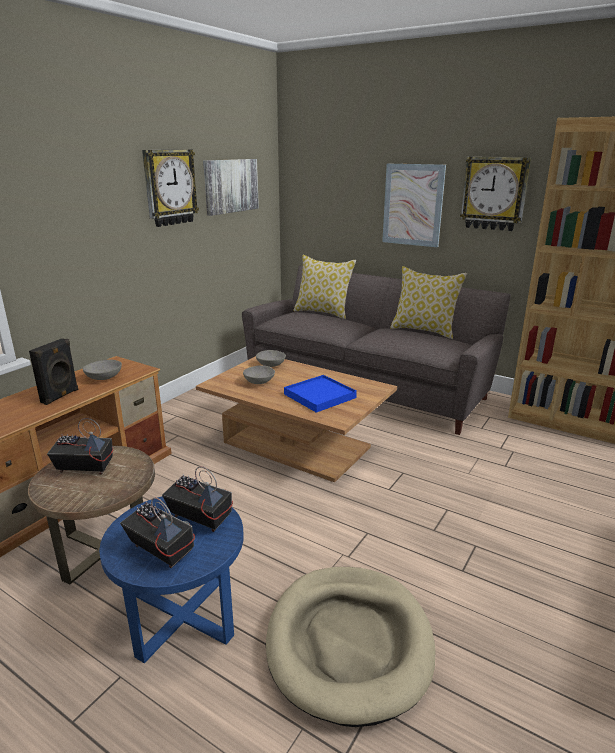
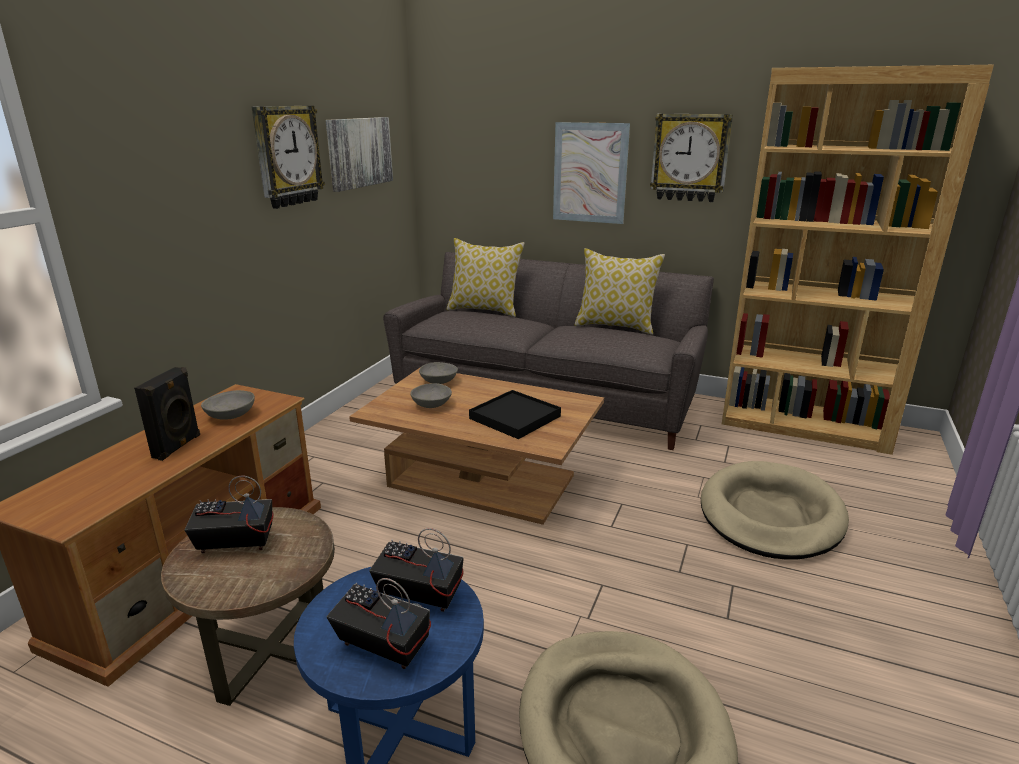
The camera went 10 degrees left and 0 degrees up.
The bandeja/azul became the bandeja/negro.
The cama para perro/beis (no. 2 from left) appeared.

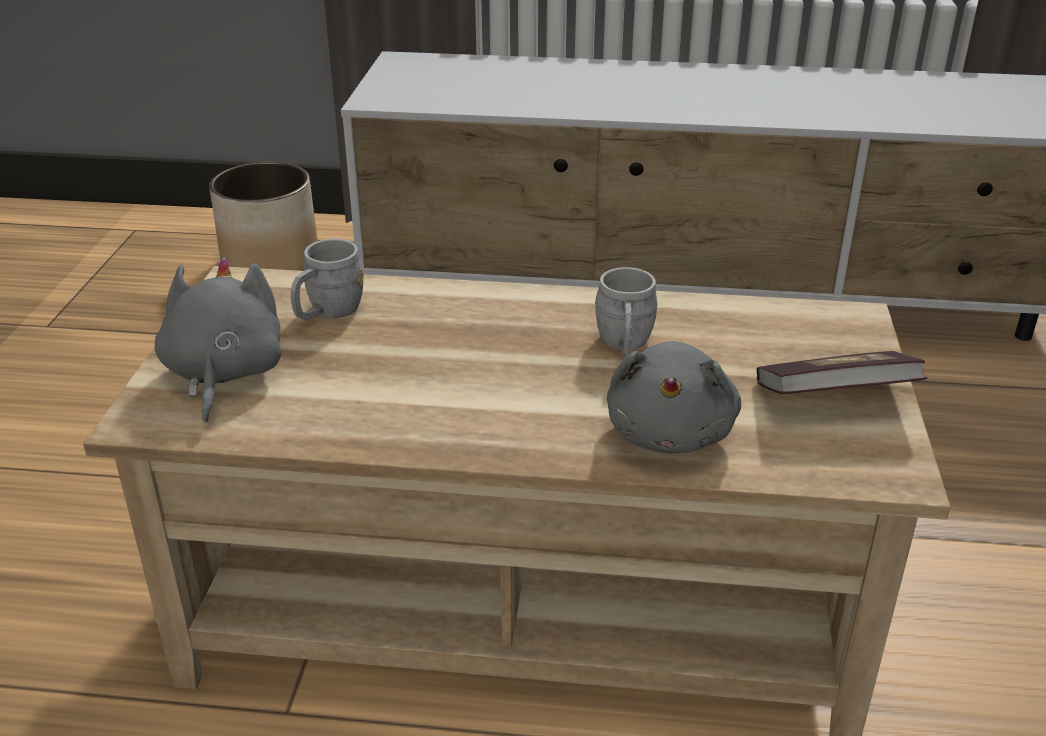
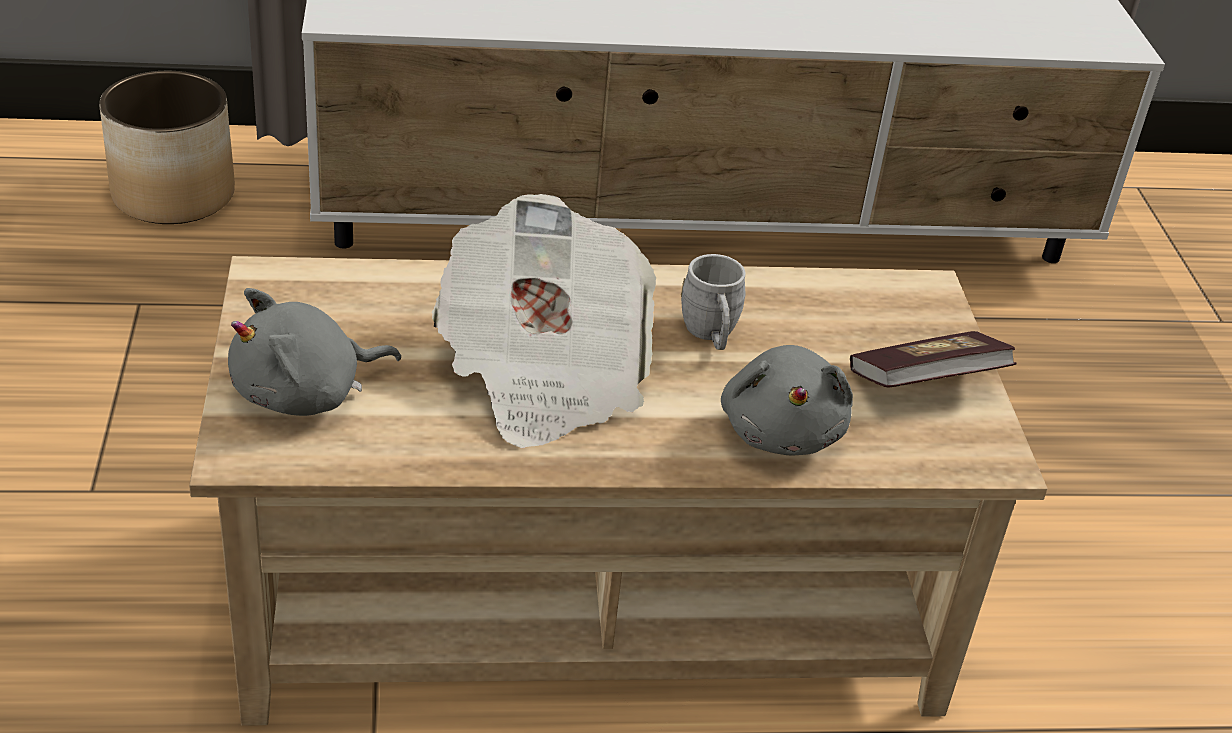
The camera went 15 degrees left and 5 degrees up.
The peluche/gris (no. 1 from left) turned 105 degrees counterclockwise.
The periódico appeared.
The taza grande/gris (no. 1 from left) disappeared.

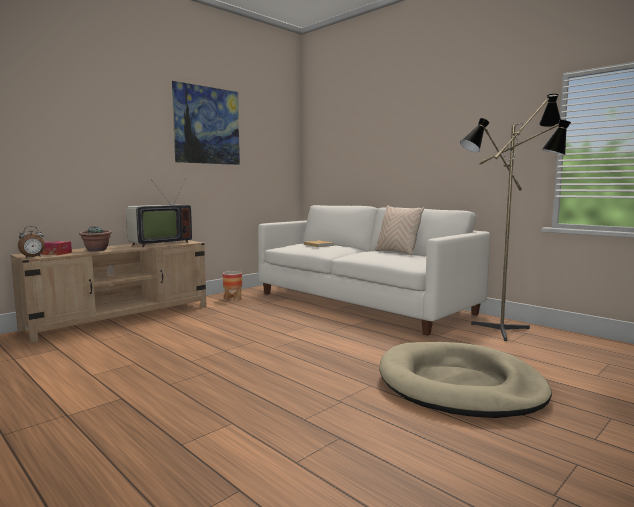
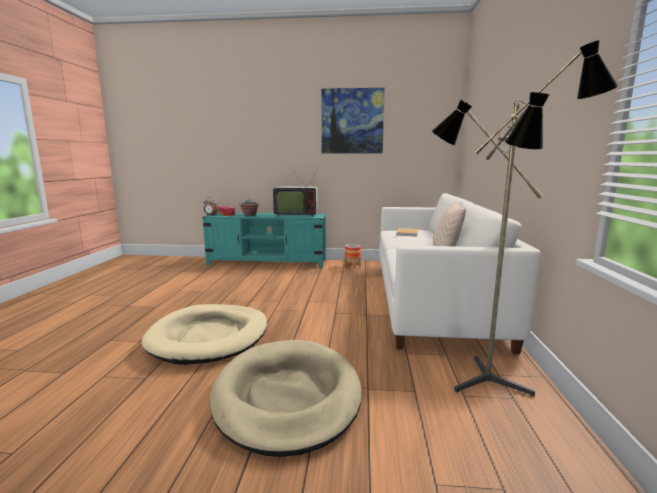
The camera went 50 degrees right and 5 degrees up.
The cama para perro/beis (no. 1 from left) appeared.
The mueble de televisión/beis became the mueble de televisión/turquesa.

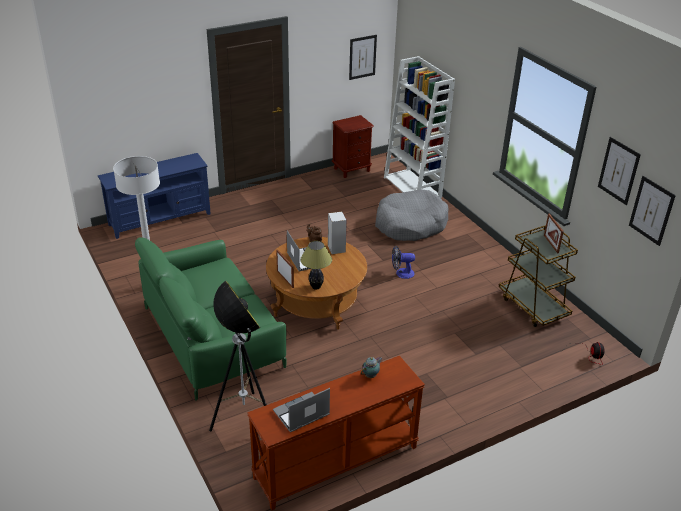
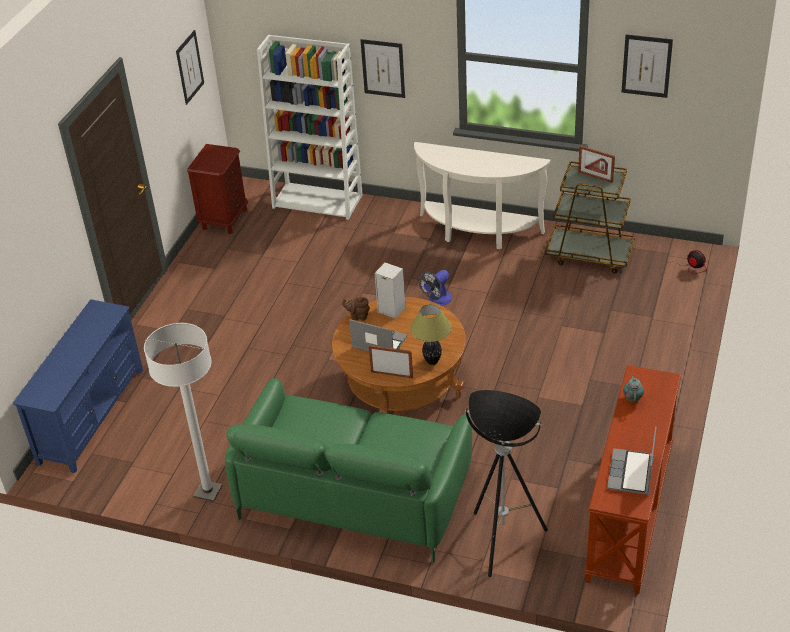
The camera went 40 degrees left and 5 degrees up.
The cuadro (no. 3 from left in the first image) moved.
The mesa consola/blanco appeared.
The cama para perro/gris disappeared.

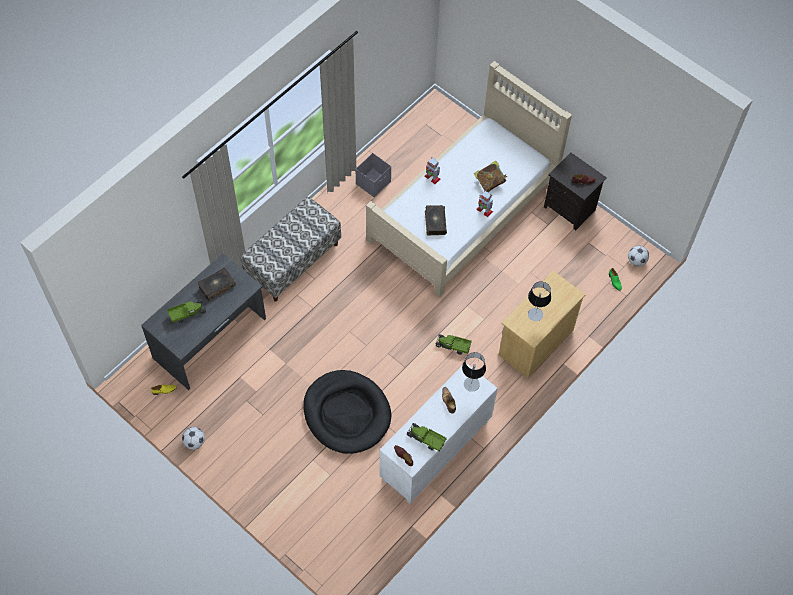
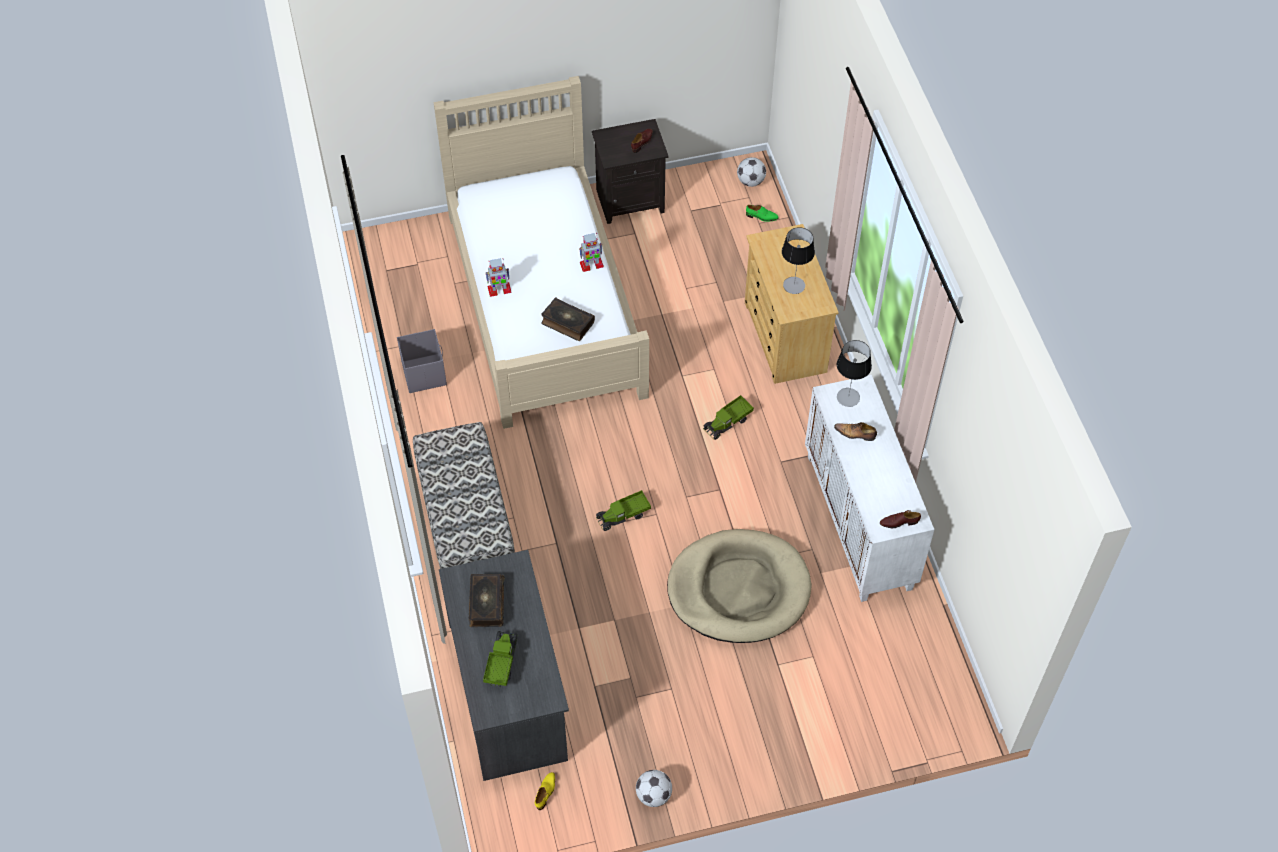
The camera went 55 degrees left and 5 degrees down.
The camión de juguete (no. 2 from left) moved.
The cama para perro/negro became the cama para perro/beis.
The libro (no. 3 from left) disappeared.

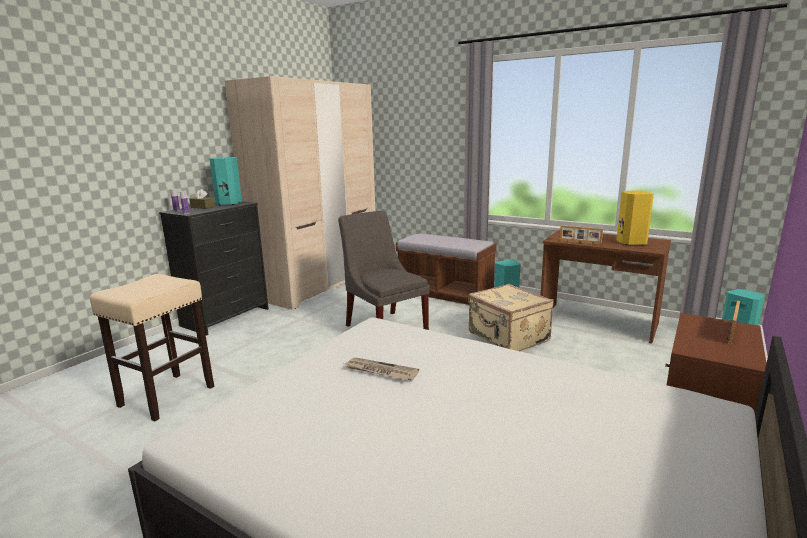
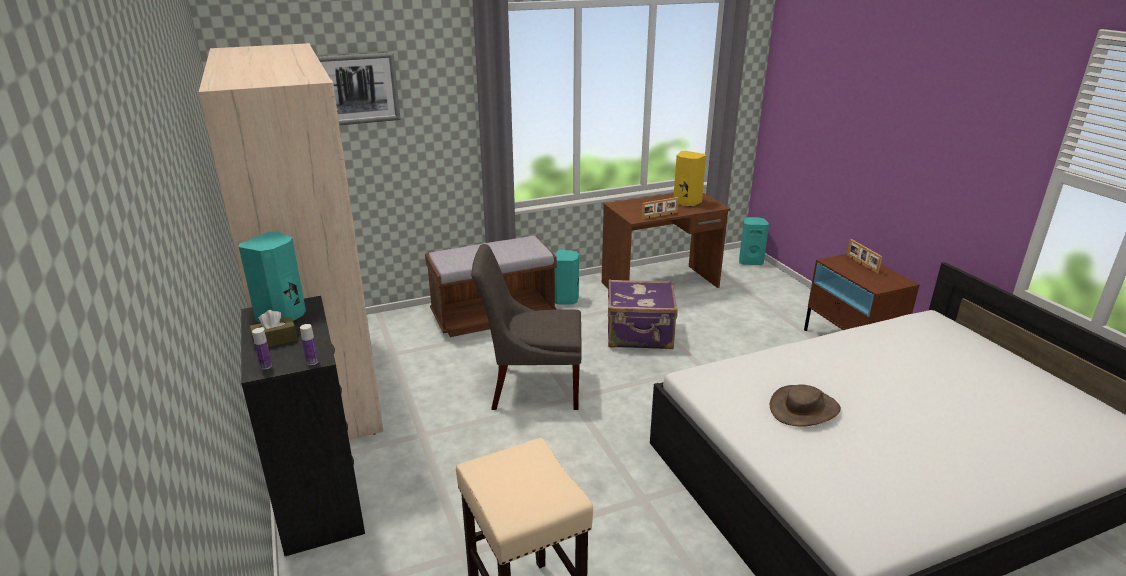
The camera went 55 degrees left and 10 degrees up.
The cuadro appeared.
The maleta/beis became the maleta/morado.
The periódico was replaced by the sombrero/marrón.

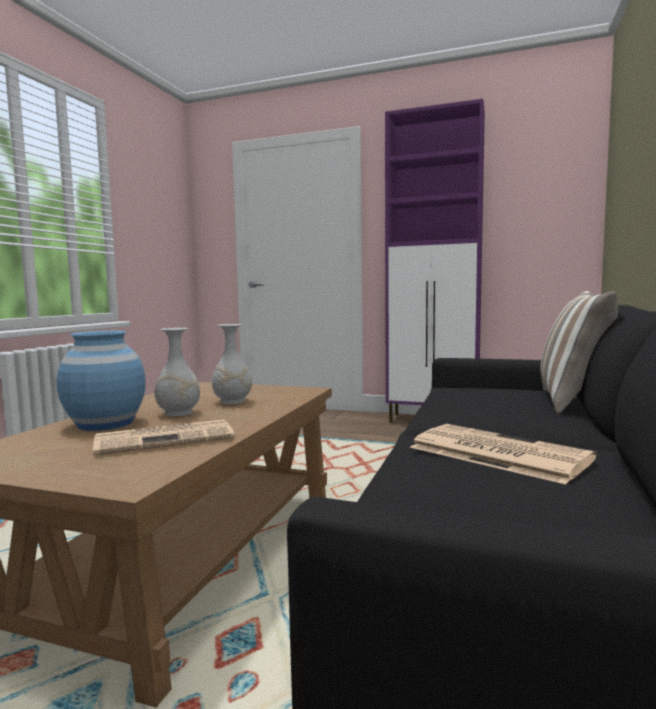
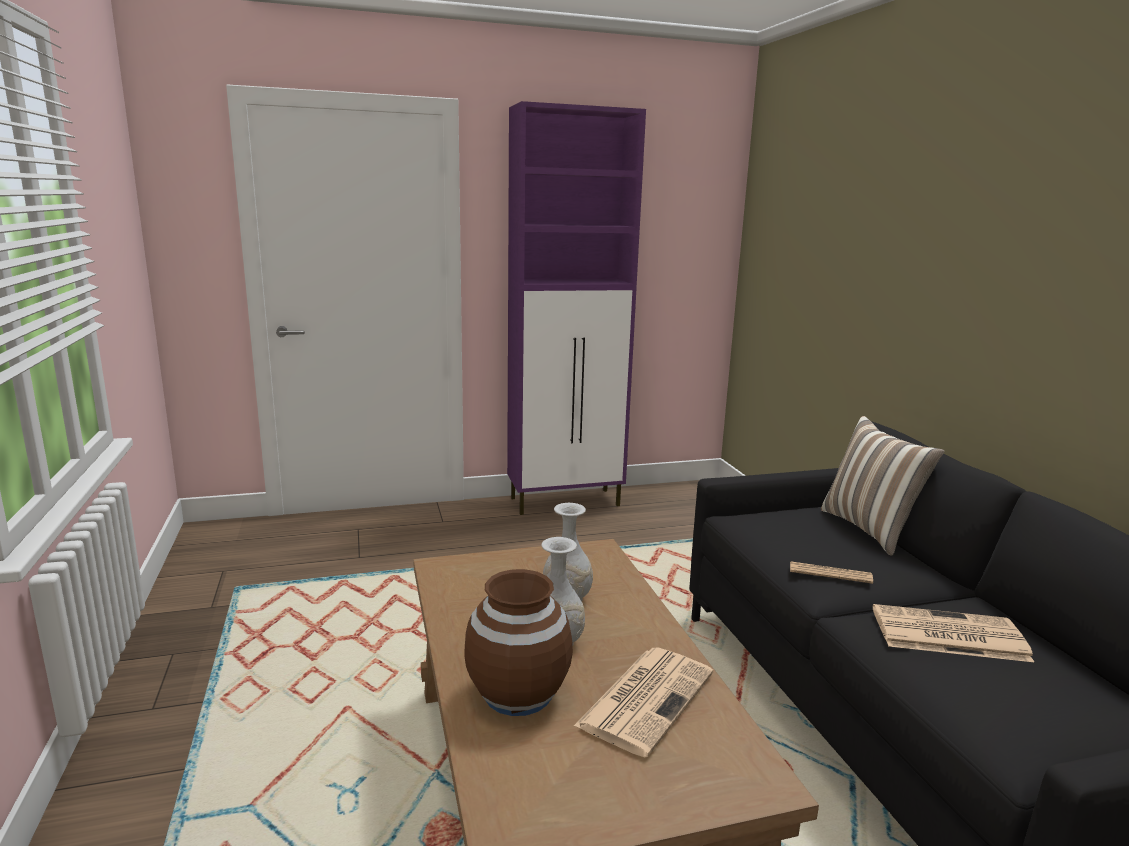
The camera went 35 degrees left and 10 degrees up.
The florero/azul became the florero/marrón.
The periódico (no. 2 from left) appeared.

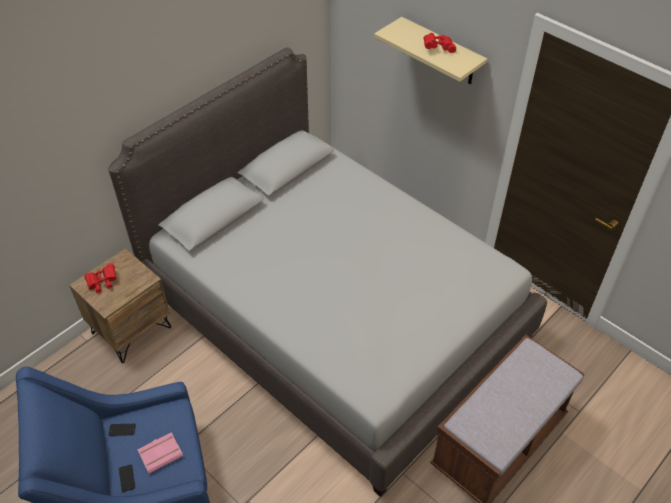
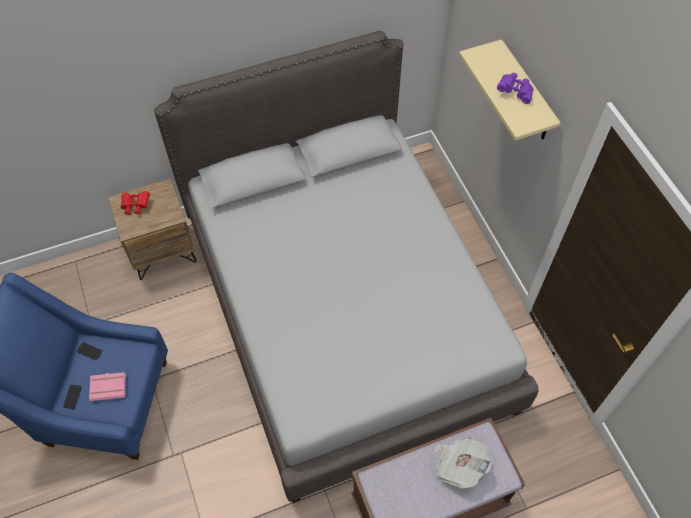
The camera went 25 degrees right and 10 degrees up.
The periódico appeared.
The prismáticos/rojo (no. 2 from left) became the prismáticos/morado.

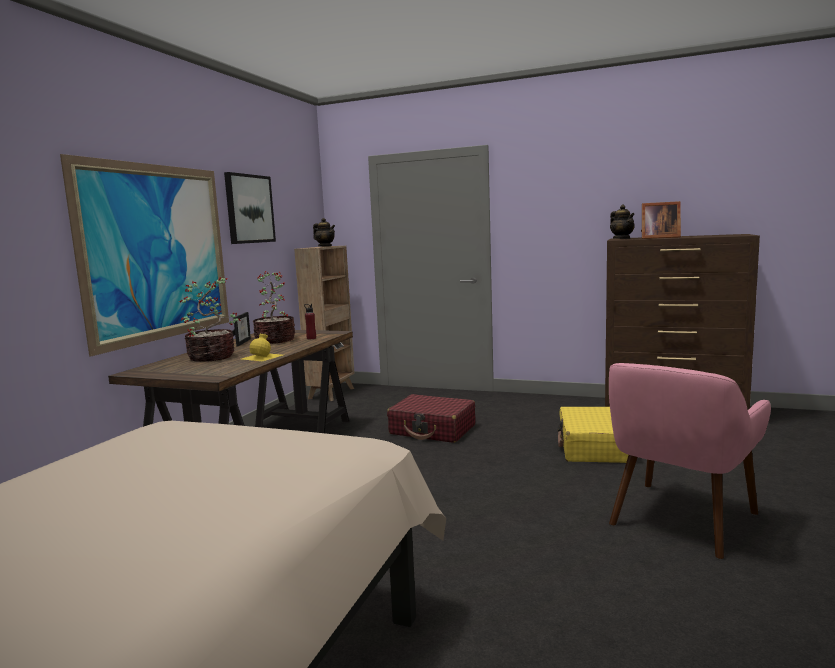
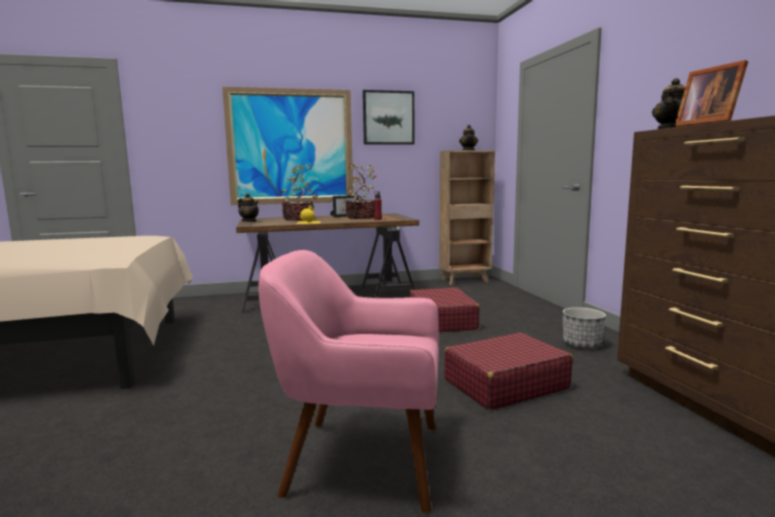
The camera went 55 degrees right and 0 degrees up.
The tetera (no. 1 from left) appeared.
The maleta/amarillo became the maleta/rojo (no. 2 from left).
The maceta appeared.

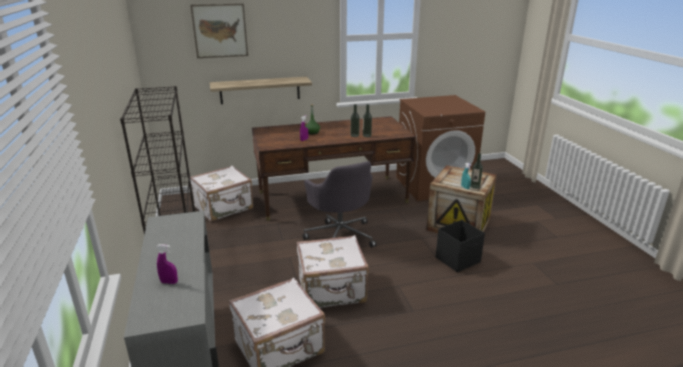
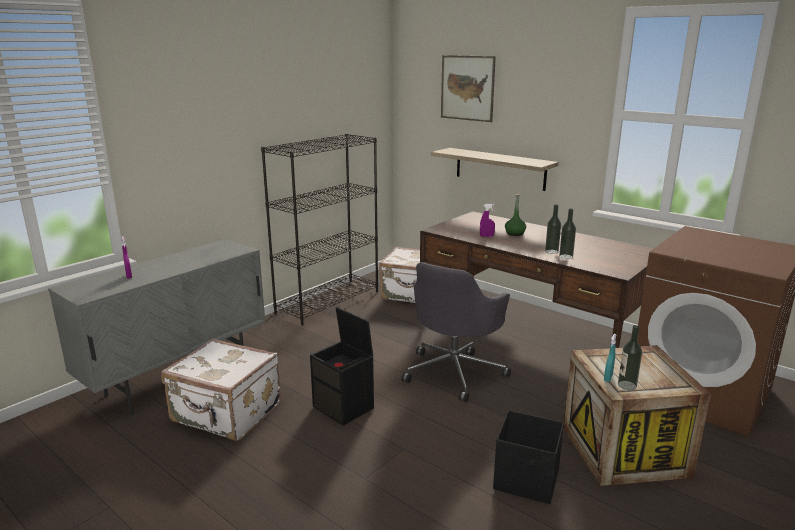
The camera went 55 degrees right and 5 degrees down.
The maleta/blanco (no. 3 from left) was replaced by the caja de almacenaje/negro (no. 1 from left).

